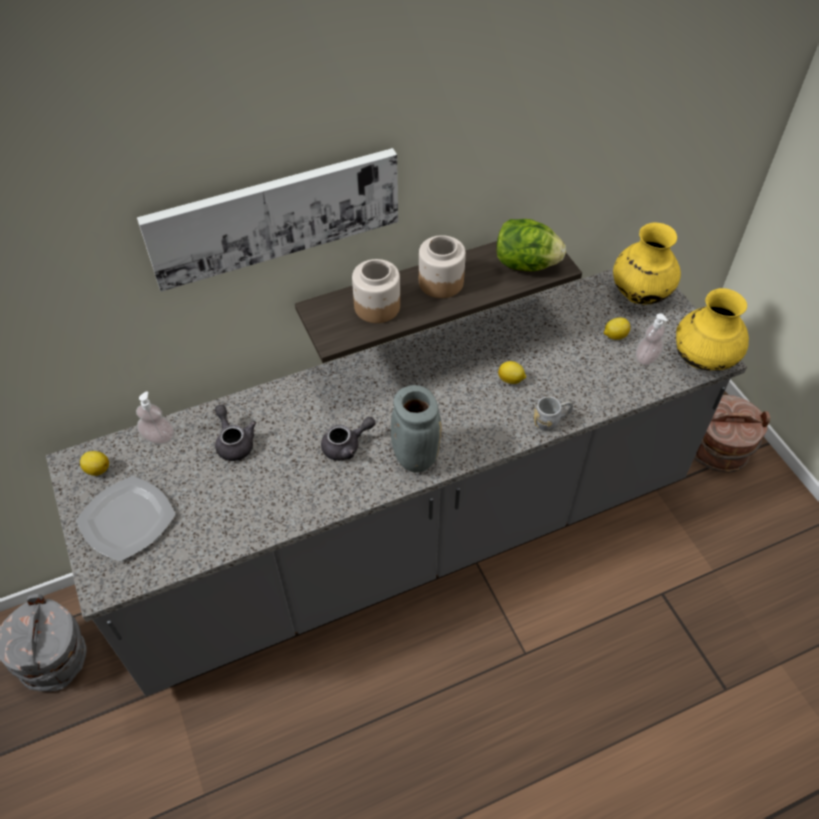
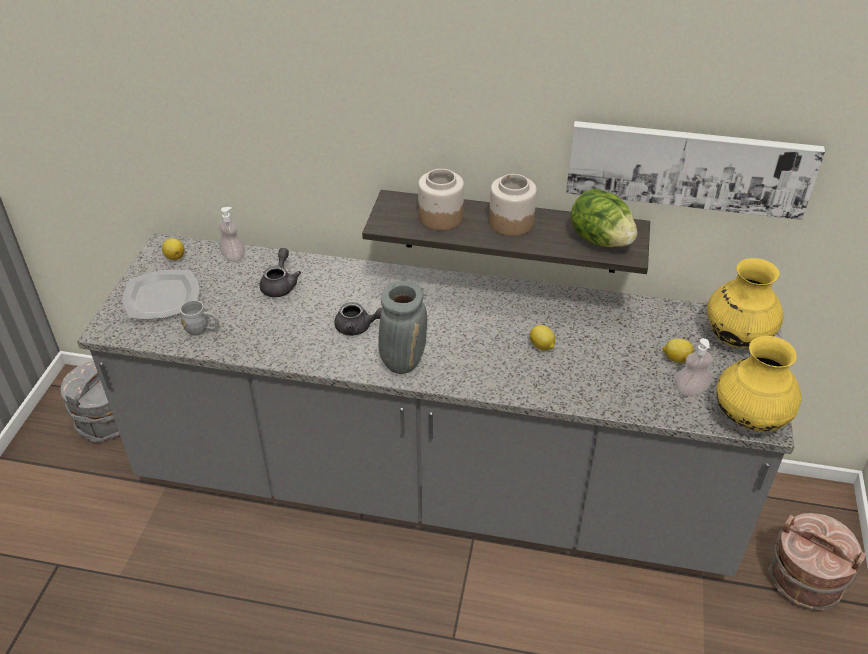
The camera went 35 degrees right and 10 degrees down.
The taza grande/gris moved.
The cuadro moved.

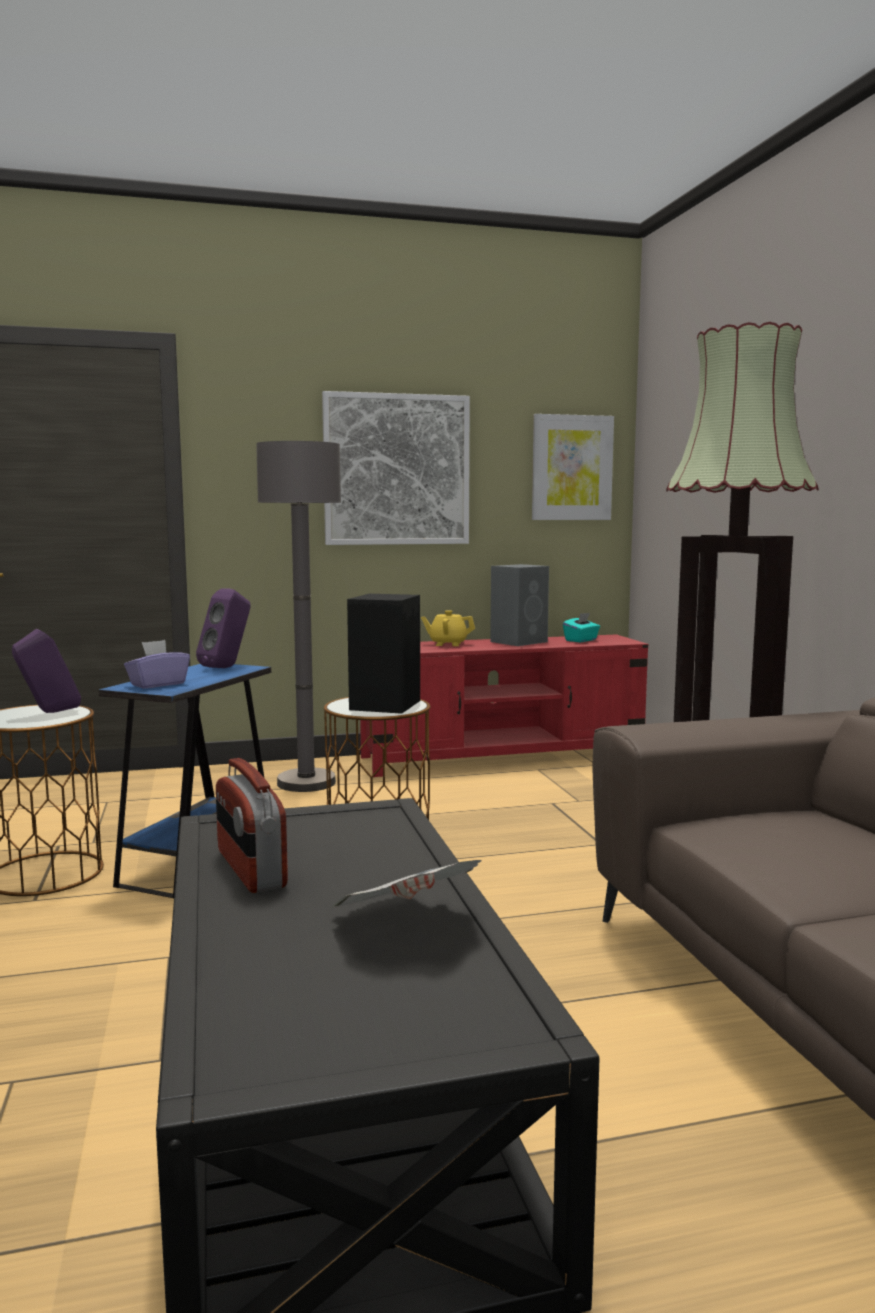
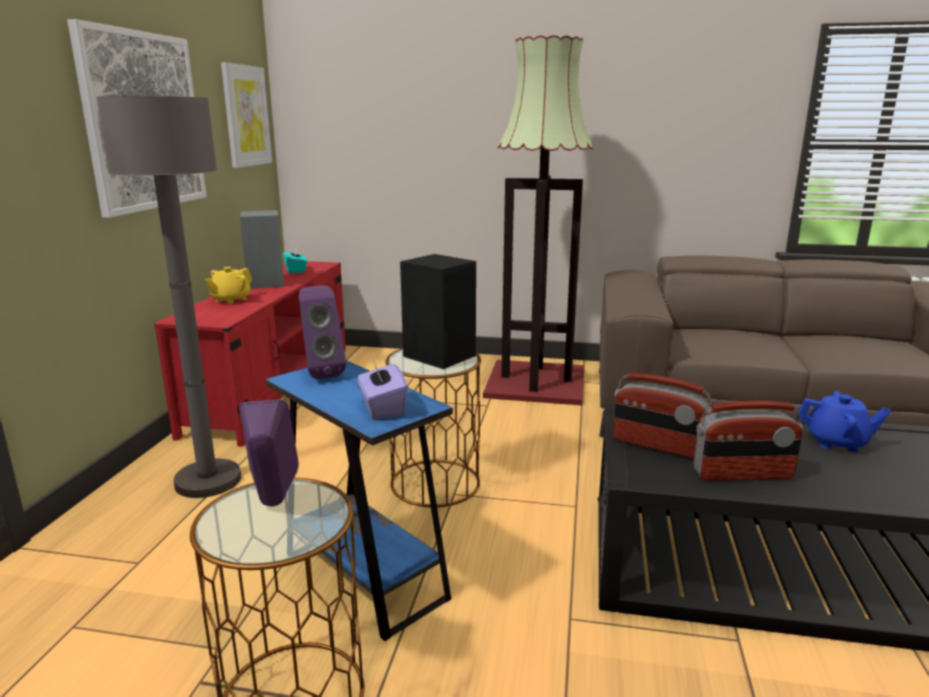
The camera went 65 degrees left and 10 degrees up.
The radio (no. 1 from left) appeared.
The periódico was replaced by the tetera/azul.

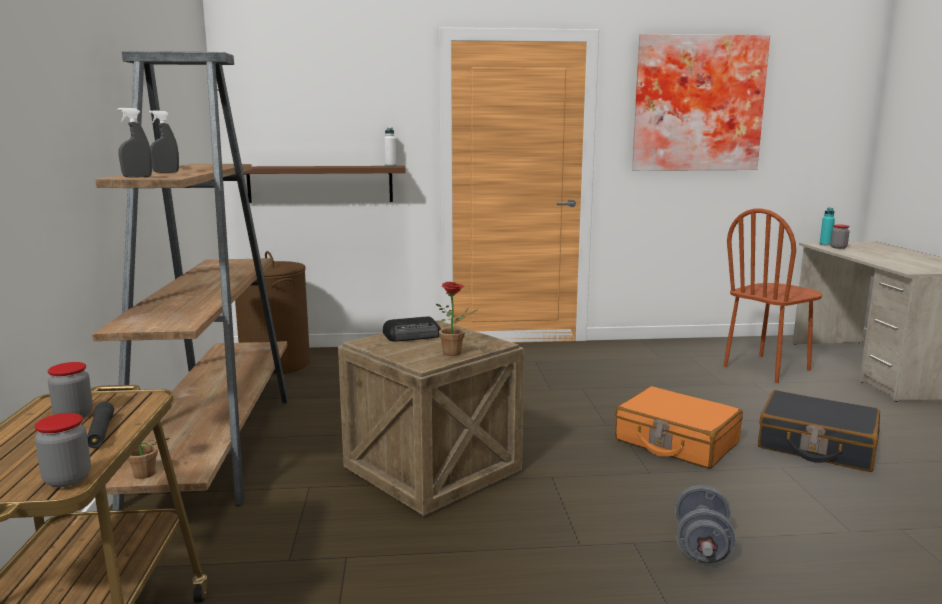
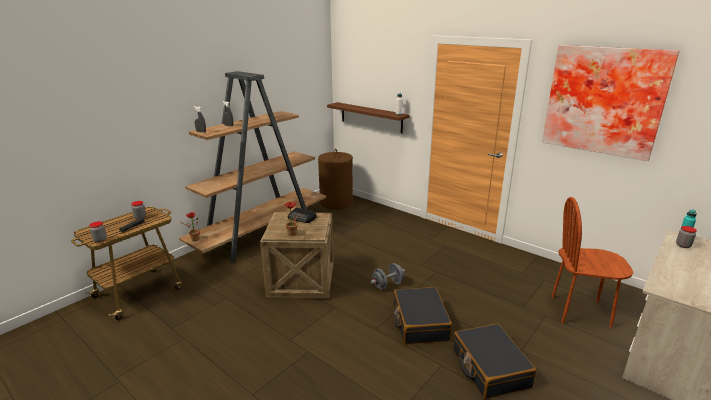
The camera went 45 degrees right and 10 degrees up.
The mancuerna/gris moved.
The maleta/naranja became the maleta/negro (no. 1 from left).

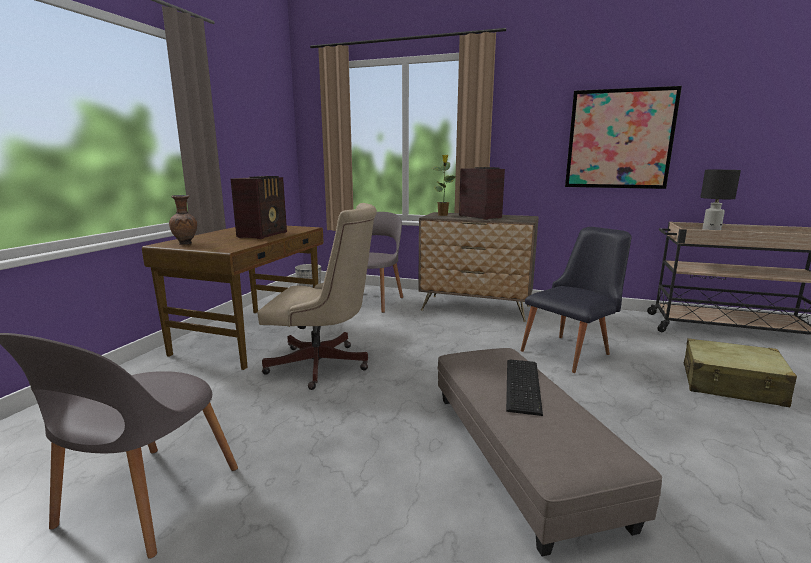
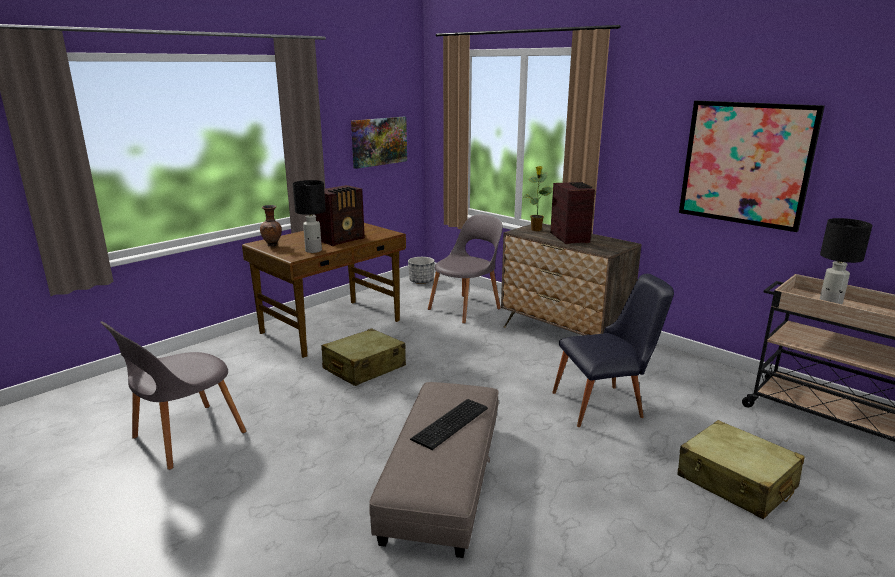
The camera went 25 degrees right and 5 degrees up.
The lámpara de mesa/negro (no. 1 from left) appeared.
The silla de oficina/beis was replaced by the maleta/beis (no. 1 from left).
The cuadro (no. 1 from left) appeared.

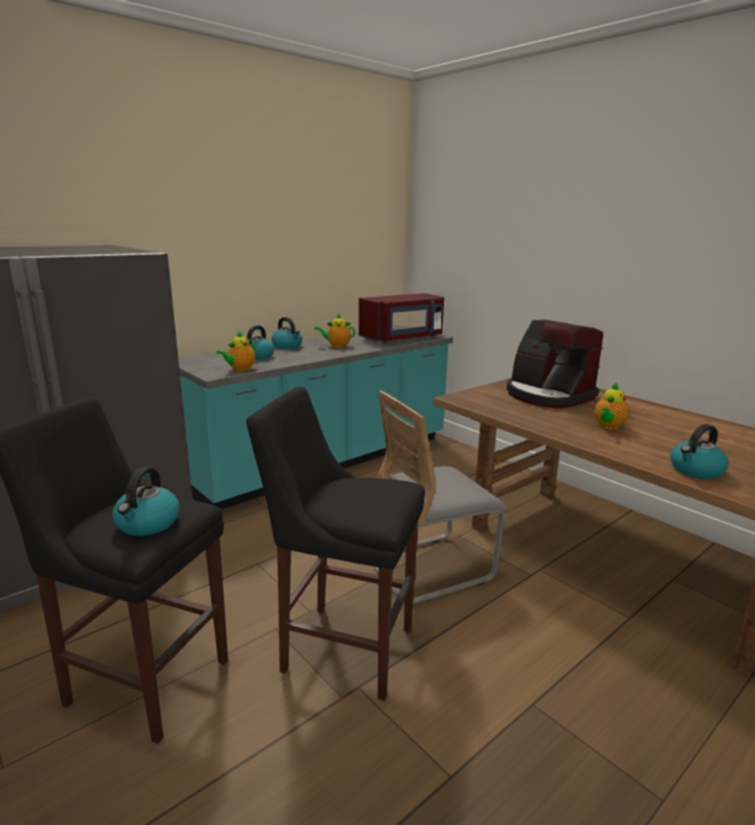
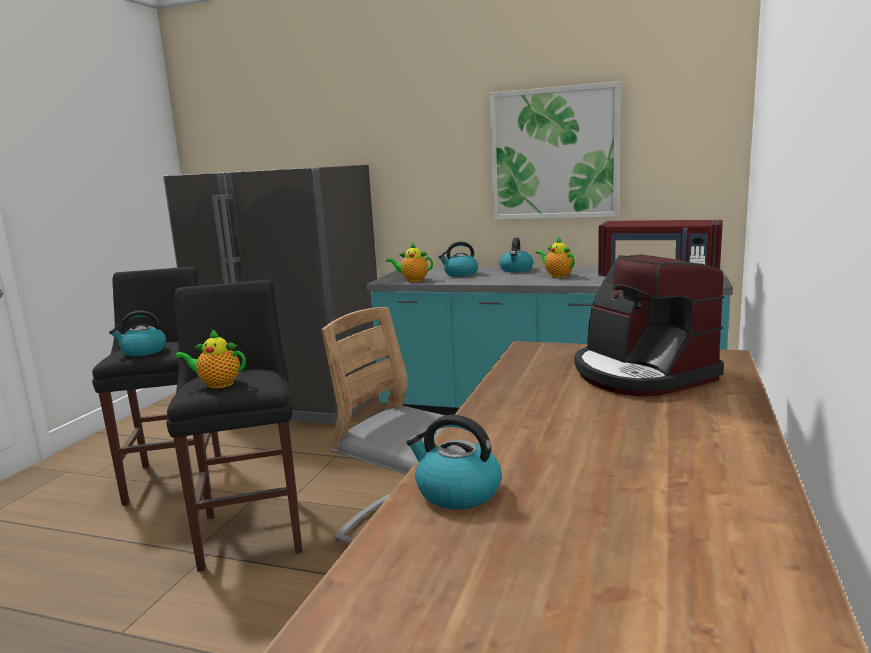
The camera went 60 degrees right and 5 degrees down.
The tetera (no. 3 from left in the first image) moved.
The cuadro appeared.
The cafetera turned 45 degrees counterclockwise.

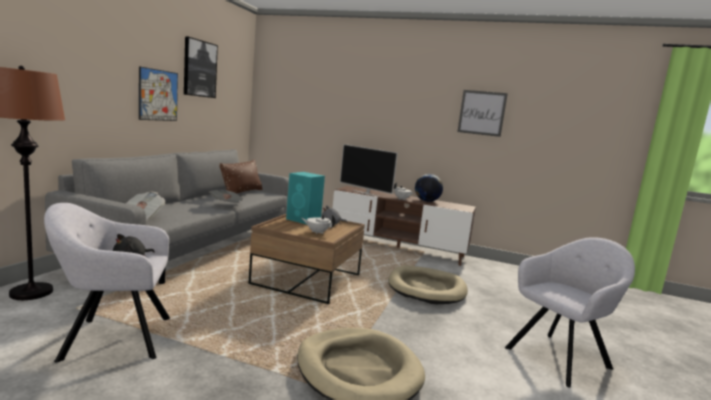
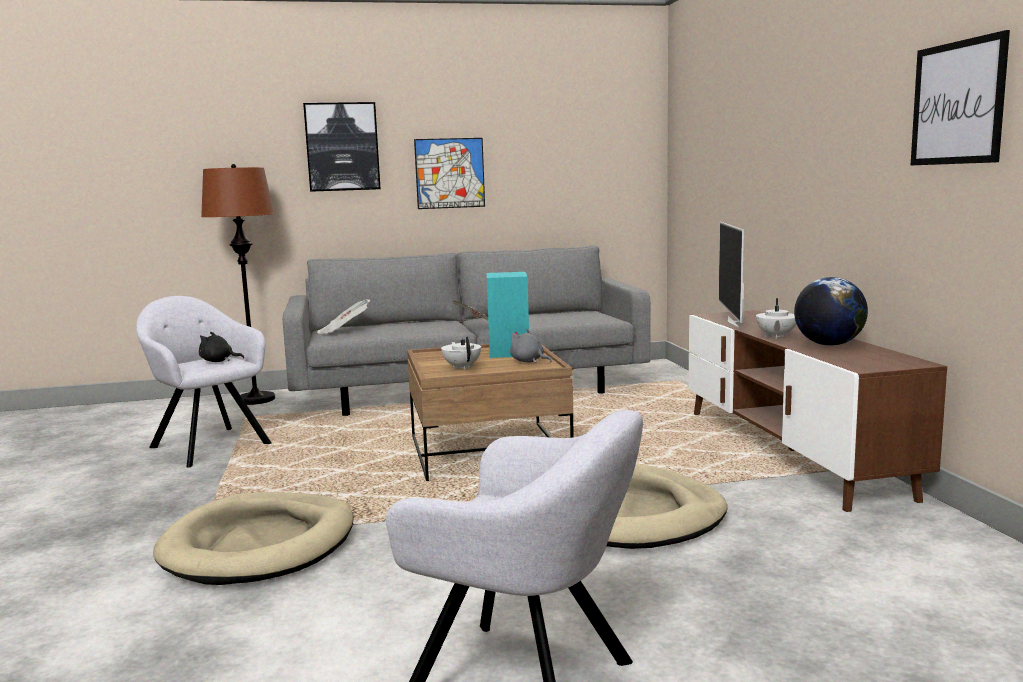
The camera went 60 degrees right and 0 degrees up.
The cuadro (no. 2 from left in the first image) moved.
The cojín/marrón disappeared.

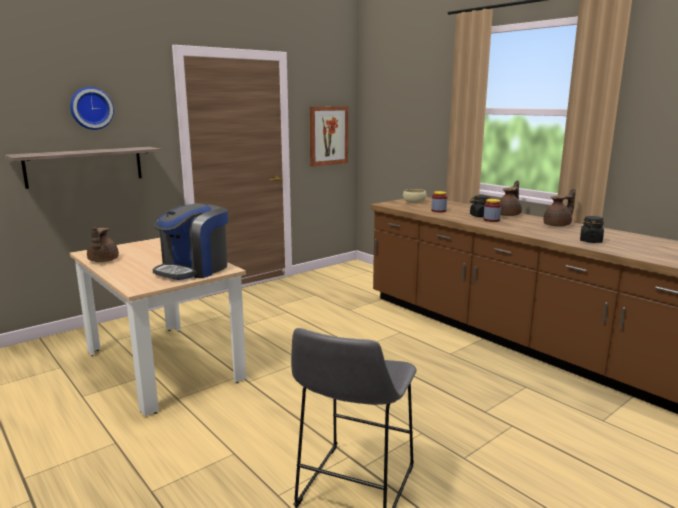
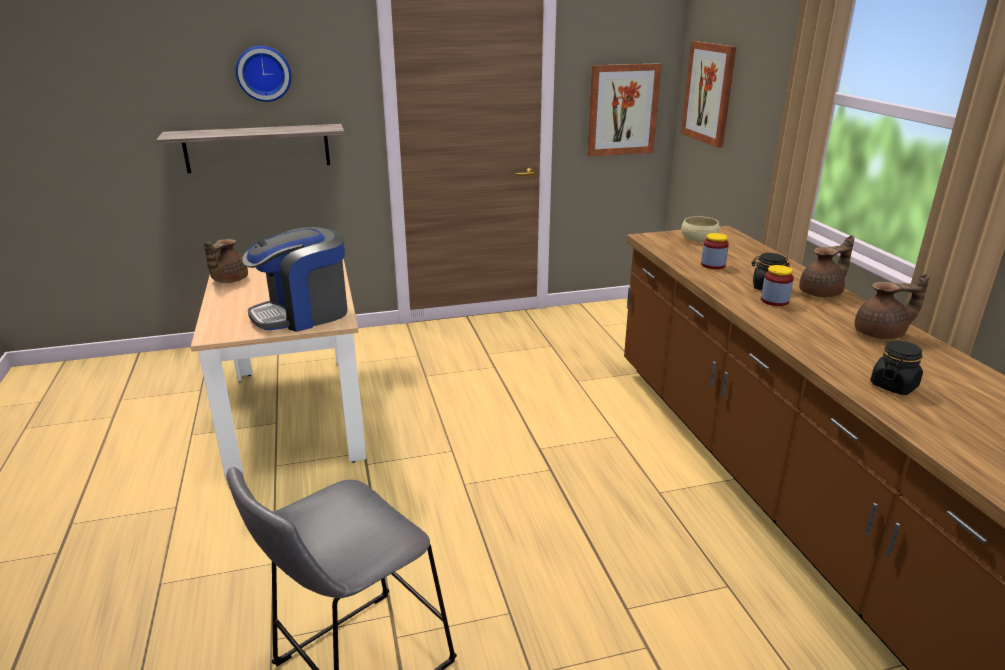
The camera went 25 degrees right and 10 degrees up.
The cuadro (no. 2 from left) appeared.

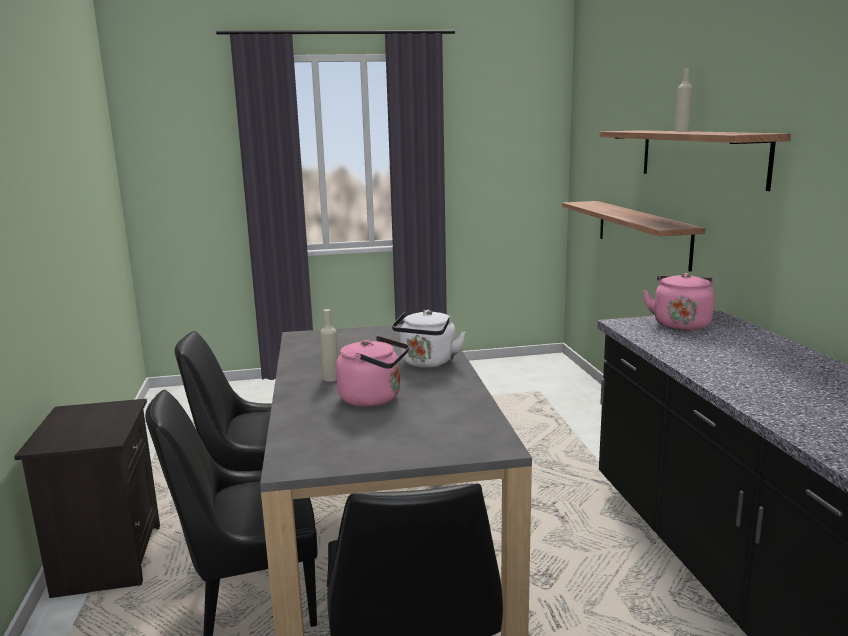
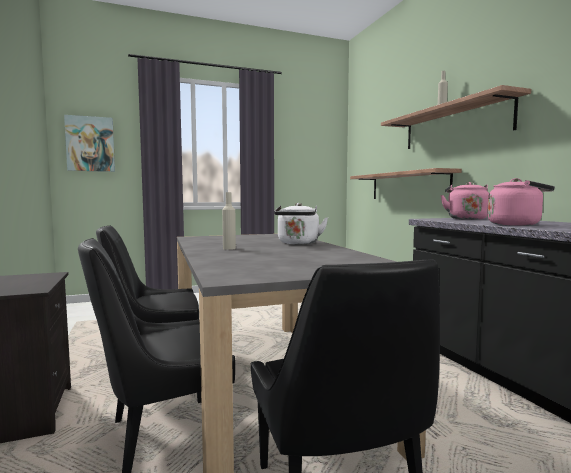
The camera went 10 degrees left and 10 degrees down.
The cuadro appeared.
The hervidor/rosa (no. 1 from left in the first image) moved.

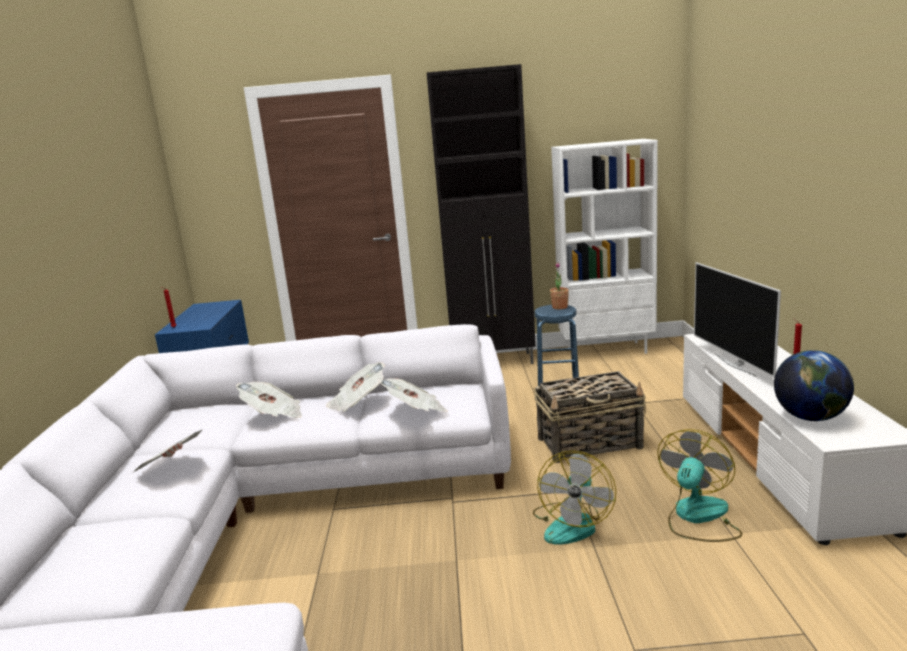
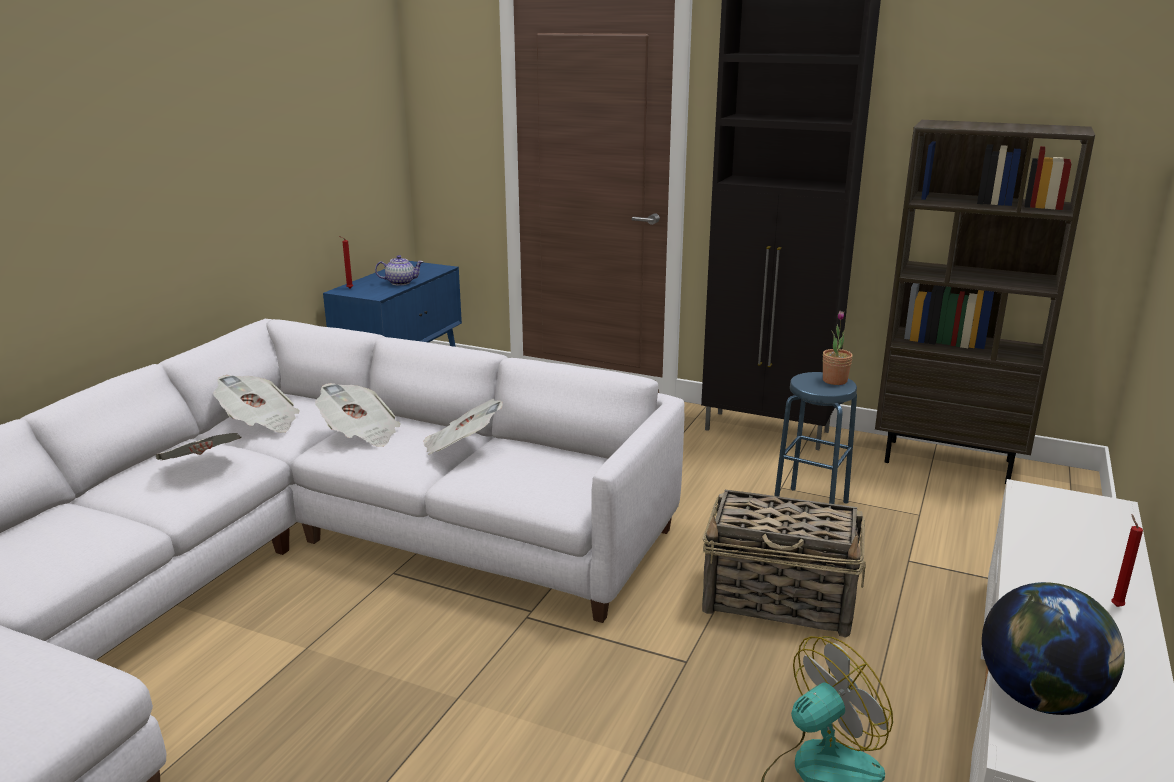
The camera went 25 degrees right and 5 degrees up.
The periódico (no. 4 from left in the first image) moved.
The tetera appeared.
The estantería/blanco became the estantería/marrón.
The ventilador (no. 1 from left) disappeared.
The televisor disappeared.

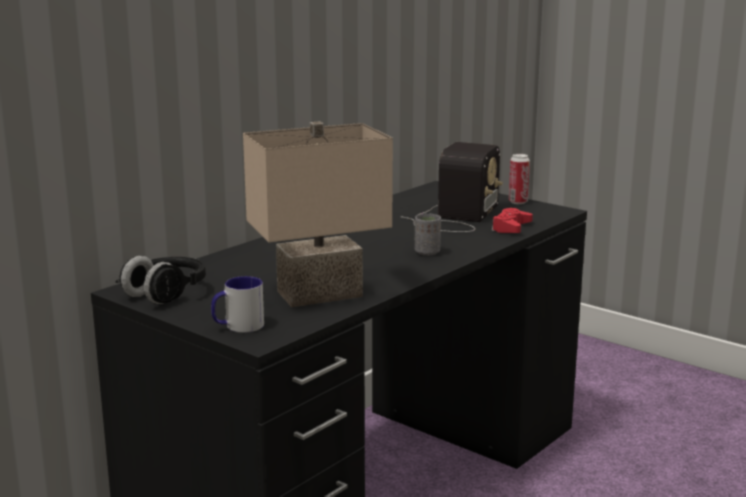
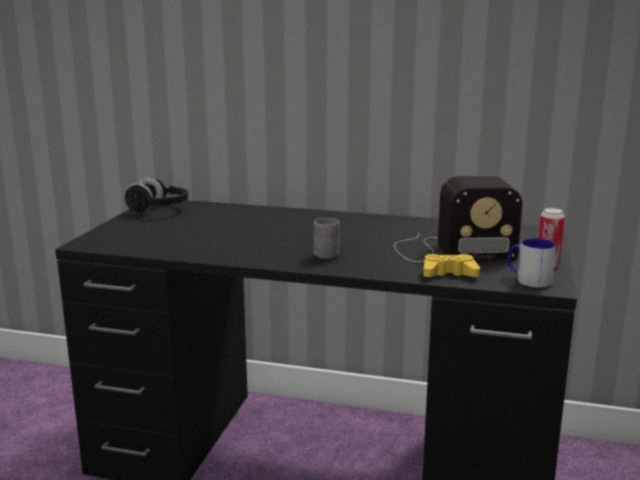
The camera went 65 degrees right and 0 degrees up.
The mando de consola/rojo became the mando de consola/amarillo.
The taza grande moved.
The lámpara de mesa/beis disappeared.

